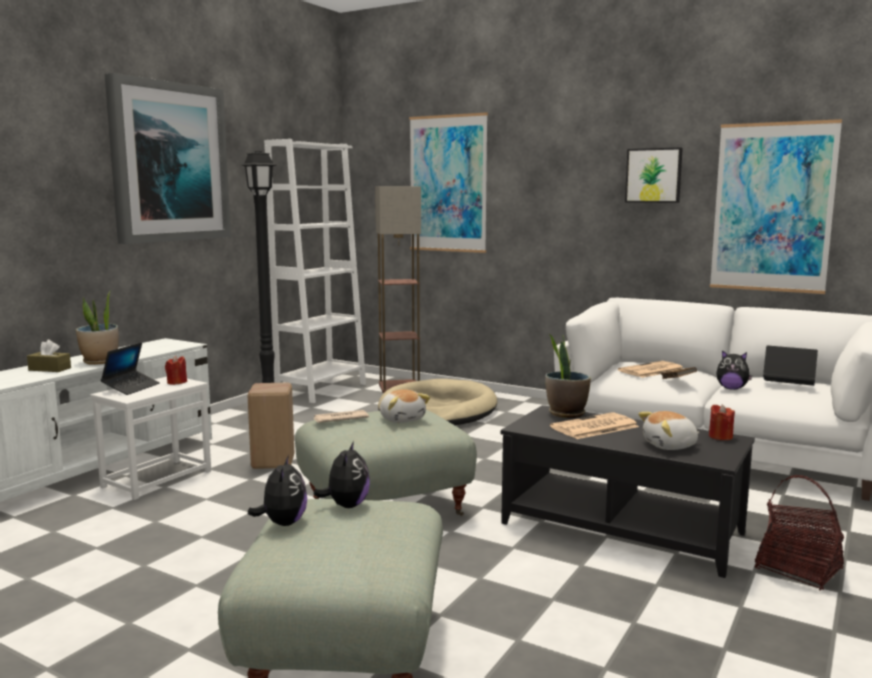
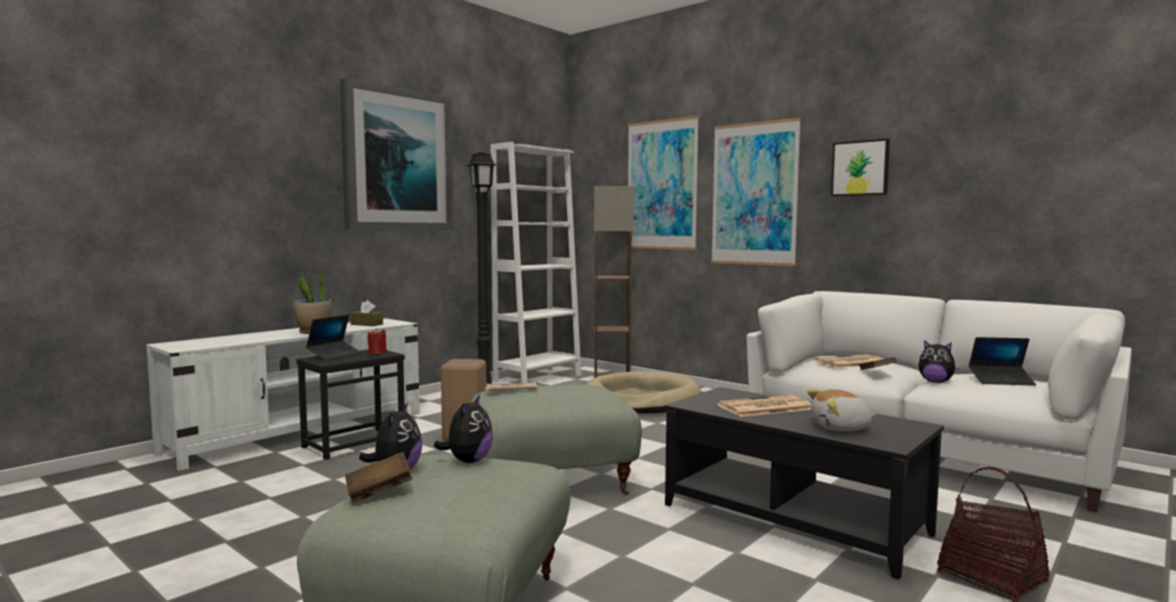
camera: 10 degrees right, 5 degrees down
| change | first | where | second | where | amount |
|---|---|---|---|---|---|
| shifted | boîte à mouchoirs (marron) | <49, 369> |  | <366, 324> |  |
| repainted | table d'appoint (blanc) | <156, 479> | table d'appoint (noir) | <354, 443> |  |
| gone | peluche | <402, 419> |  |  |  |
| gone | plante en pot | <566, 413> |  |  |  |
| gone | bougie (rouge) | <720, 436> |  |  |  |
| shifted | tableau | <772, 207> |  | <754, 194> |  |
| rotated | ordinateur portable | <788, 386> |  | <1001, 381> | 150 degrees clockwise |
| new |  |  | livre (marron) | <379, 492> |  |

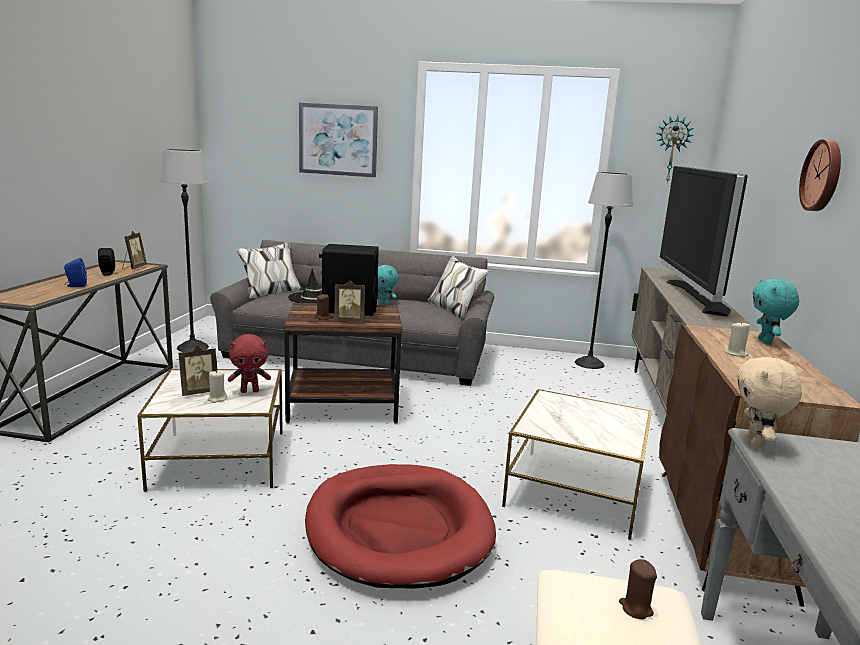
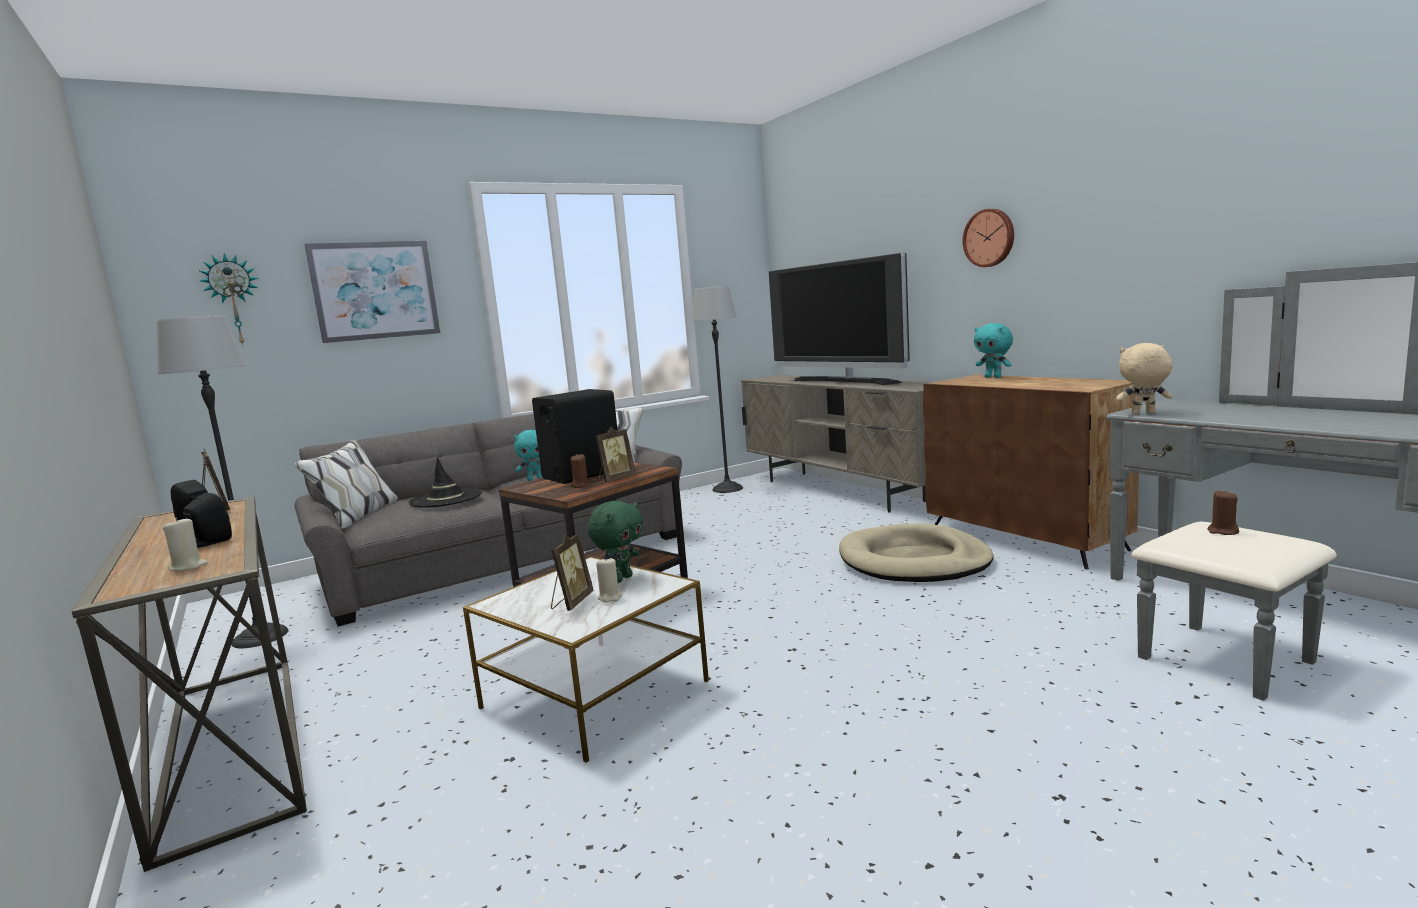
camera: 40 degrees left, 5 degrees down
| change | first | where | second | where | amount |
|---|---|---|---|---|---|
| repainted | enceinte (bleu) | <75, 285> | enceinte (noir) | <209, 543> |  |
| repainted | peluche (rouge) | <250, 391> | peluche (vert) | <621, 579> |  |
| gone | panier pour chien (rouge) | <398, 529> |  |  |  |
| swapped | table d'appoint | <575, 492> | panier pour chien (beige) | <913, 561> |  |
| shifted | horloge murale | <672, 149> |  | <233, 300> |  |
| shifted | bougie (beige) | <736, 354> |  | <188, 567> |  |
| rotated | peluche (beige) | <756, 444> |  | <1143, 414> | 135 degrees clockwise |

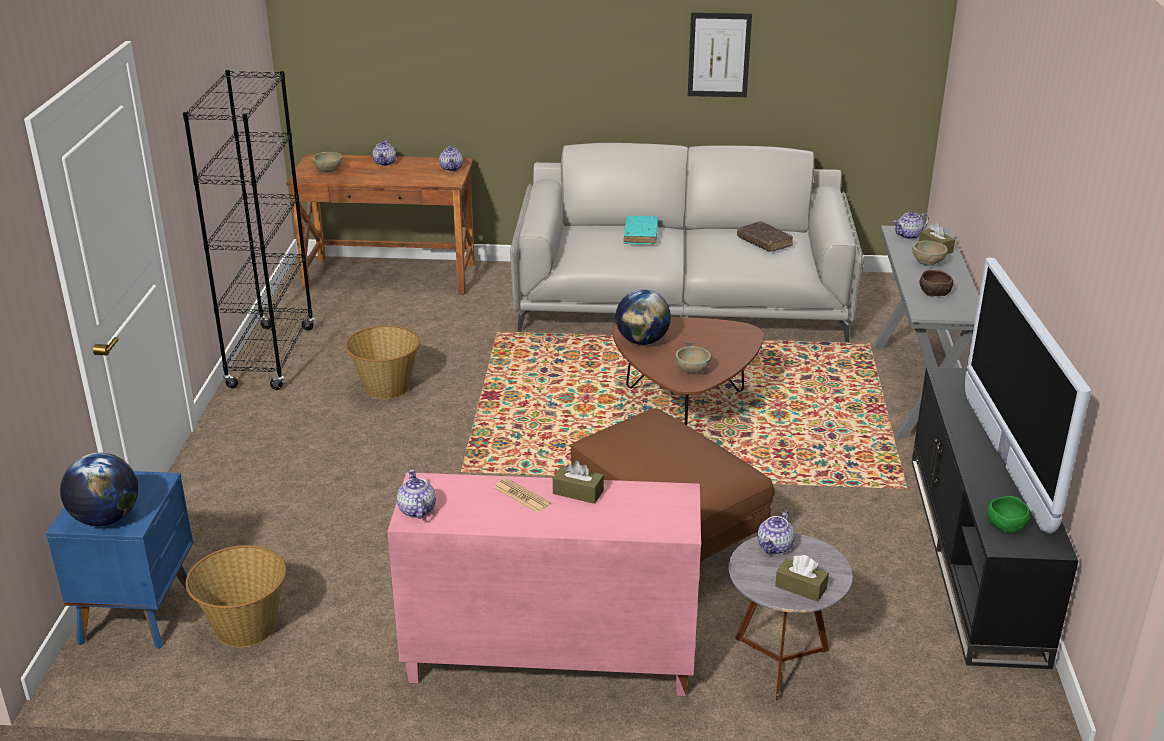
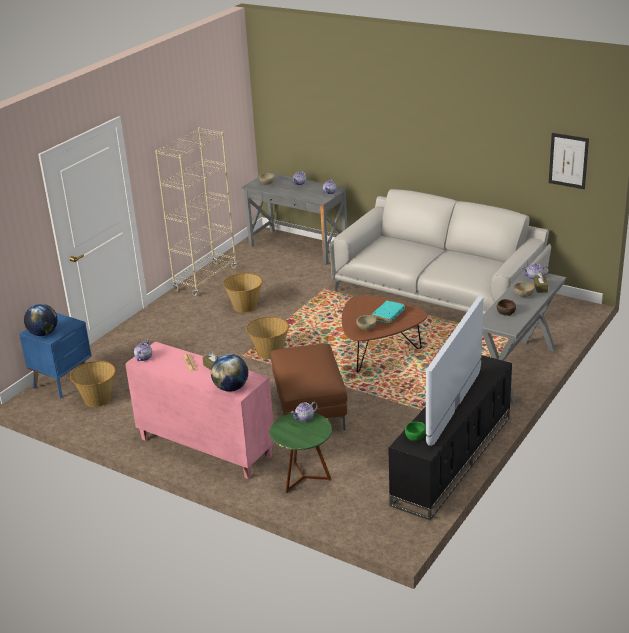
camera: 30 degrees right, 0 degrees up
| change | first | where | second | where | amount |
|---|---|---|---|---|---|
| repainted | bibliothèque (noir) | <271, 357> | bibliothèque (beige) | <206, 279> |  |
| repainted | bureau (marron) | <390, 276> | bureau (gris) | <298, 247> |  |
| shifted | globe | <642, 341> |  | <231, 388> |  |
| shifted | livre (turquoise) | <640, 235> |  | <388, 315> |  |
| shifted | tableau | <719, 55> |  | <568, 160> |  |
| repainted | table d'appoint (gris) | <781, 662> | table d'appoint (vert) | <304, 478> |  |
| gone | livre (marron) | <764, 242> |  |  |  |
| gone | boîte à mouchoirs (marron) | <801, 587> |  |  |  |
| new |  |  | panier | <269, 353> |  |

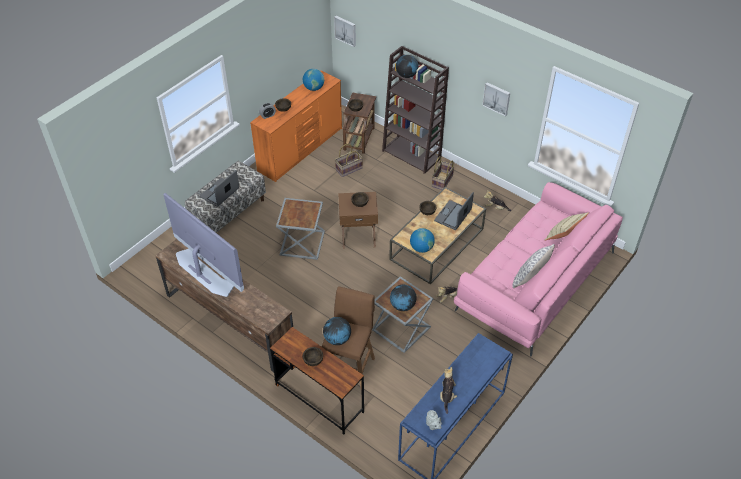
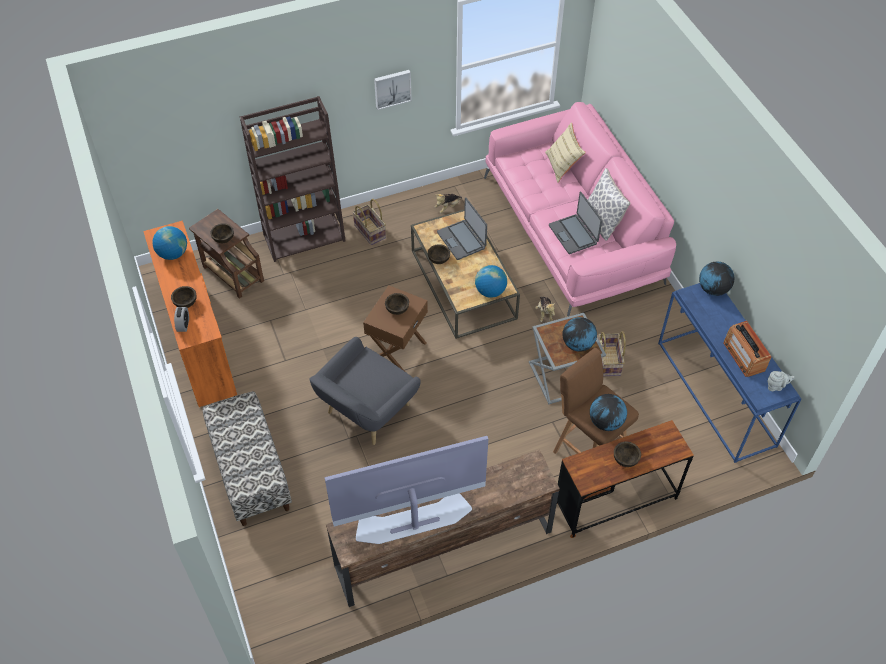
camera: 60 degrees left, 5 degrees up
| change | first | where | second | where | amount |
|---|---|---|---|---|---|
| shifted | ordinateur portable | <220, 193> |  | <573, 234> |  |
| swapped | table d'appoint (gris) | <301, 243> | fauteuil (gris) | <365, 413> |  |
| gone | tableau | <345, 30> |  |  |  |
| shifted | panier | <349, 169> |  | <609, 361> |  |
| shifted | globe | <406, 75> |  | <713, 289> |  |
| swapped | peluche | <447, 395> | radio | <743, 356> |  |

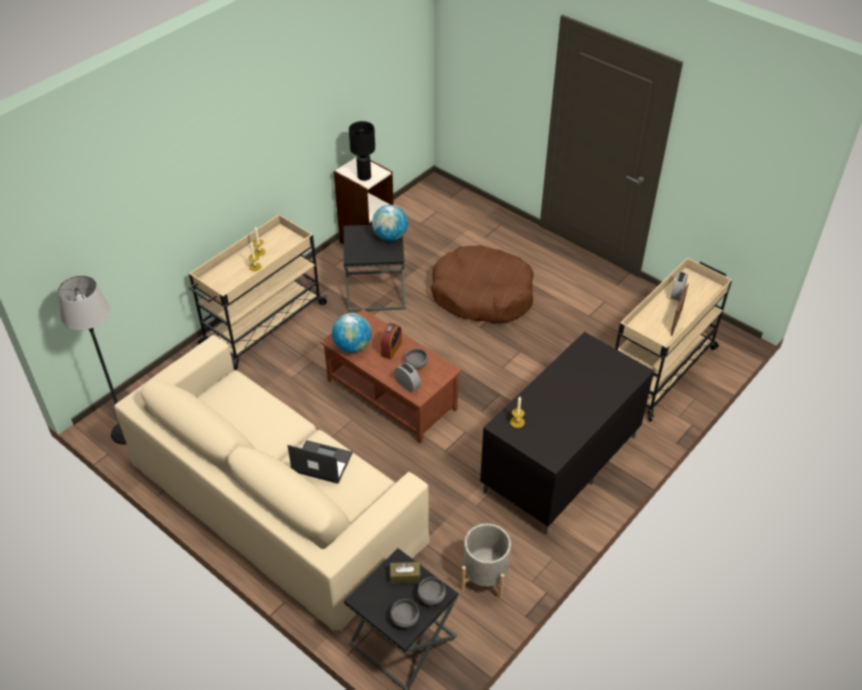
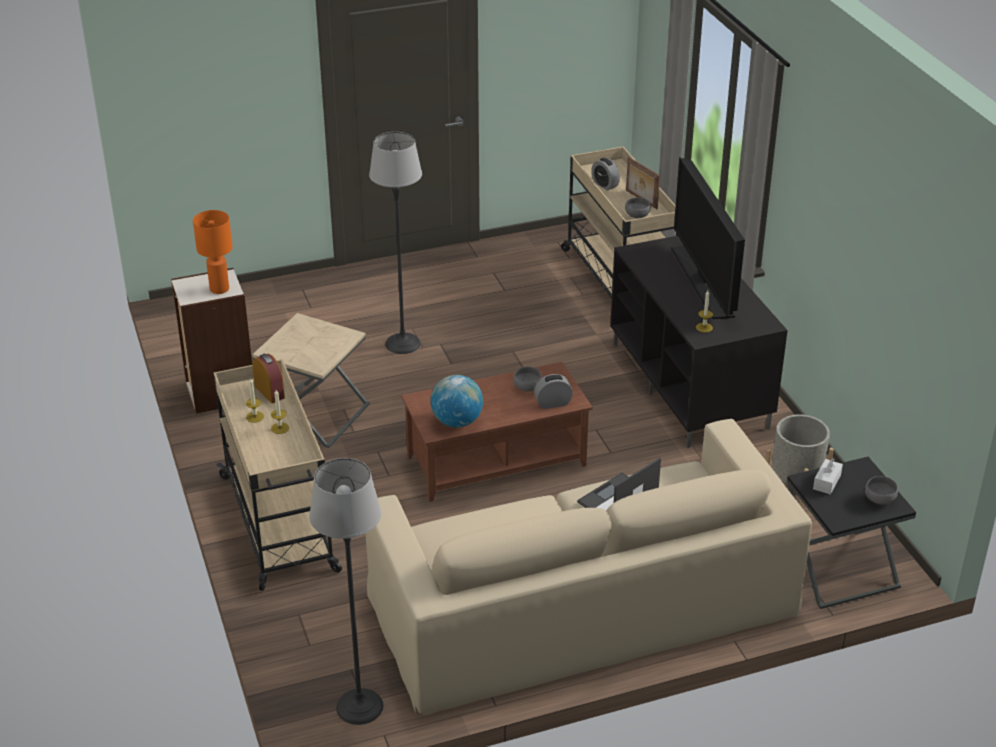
camera: 60 degrees left, 10 degrees down
| change | first | where | second | where | amount |
|---|---|---|---|---|---|
| repainted | table d'appoint (noir) | <376, 291> | table d'appoint (beige) | <315, 415> |  |
| repainted | lampe de table (noir) | <364, 177> | lampe de table (orange) | <220, 289> |  |
| gone | globe | <390, 236> |  |  |  |
| shifted | réveil | <391, 349> |  | <269, 392> |  |
| repainted | boîte à mouchoirs (marron) | <405, 576> | boîte à mouchoirs (blanc) | <826, 482> |  |
| shifted | bol (gris) | <431, 596> |  | <636, 215> |  |
| swapped | panier pour chien (marron) | <482, 295> | lampadaire | <403, 343> |  |
| new |  |  | téléviseur | <703, 282> |  |

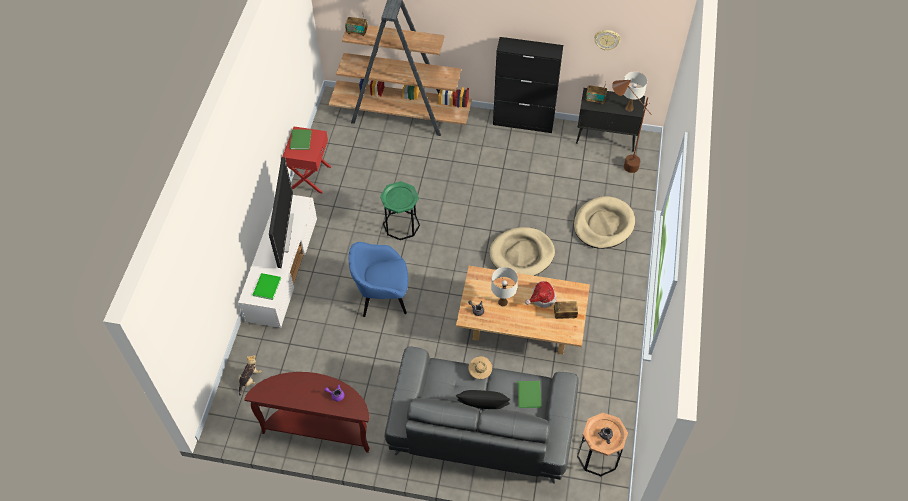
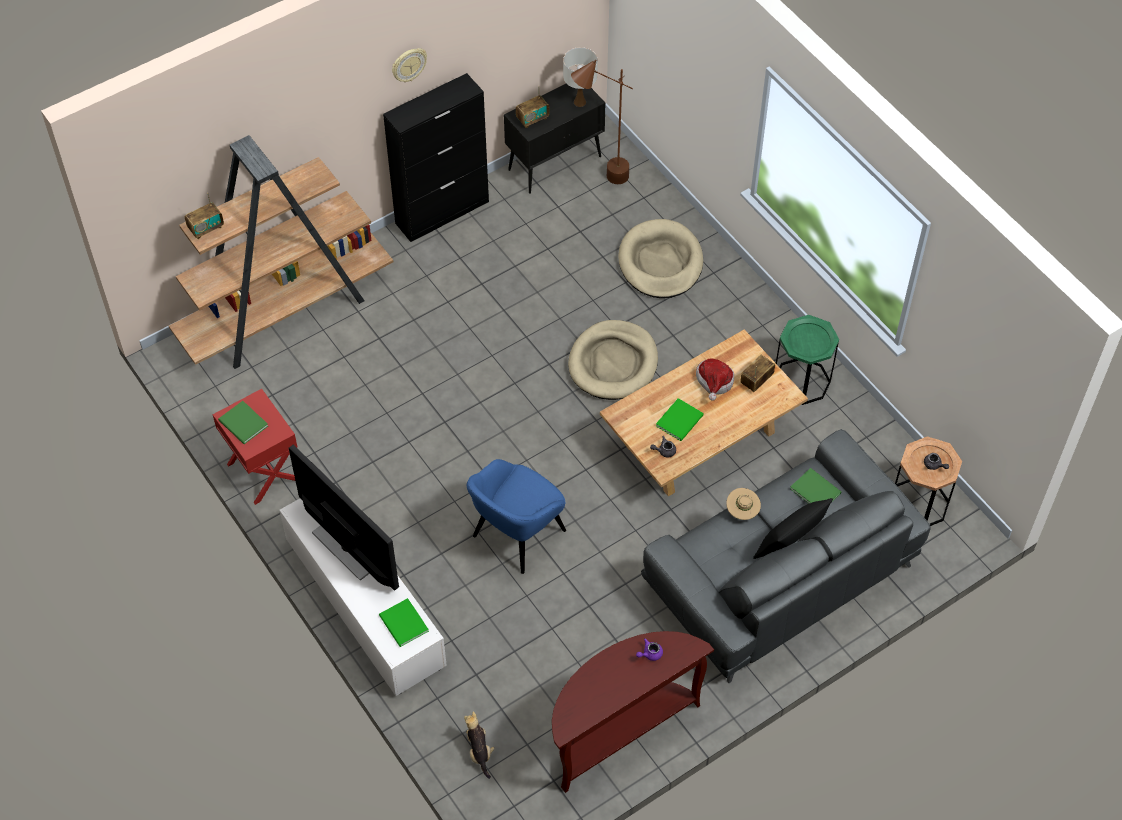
camera: 45 degrees left, 0 degrees up
| change | first | where | second | where | amount |
|---|---|---|---|---|---|
| shifted | table d'appoint (vert) | <401, 225> |  | <801, 381> |  |
| swapped | lampe de table (blanc) | <503, 302> | livre (vert) | <681, 420> |  |
| shifted | horloge murale | <607, 39> |  | <408, 64> |  |

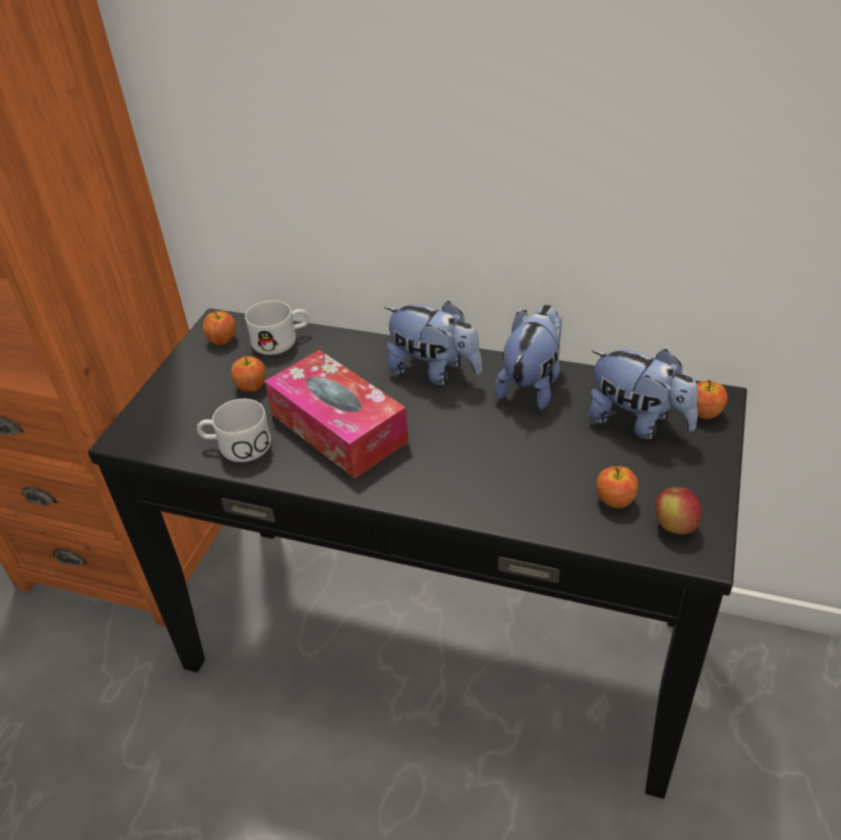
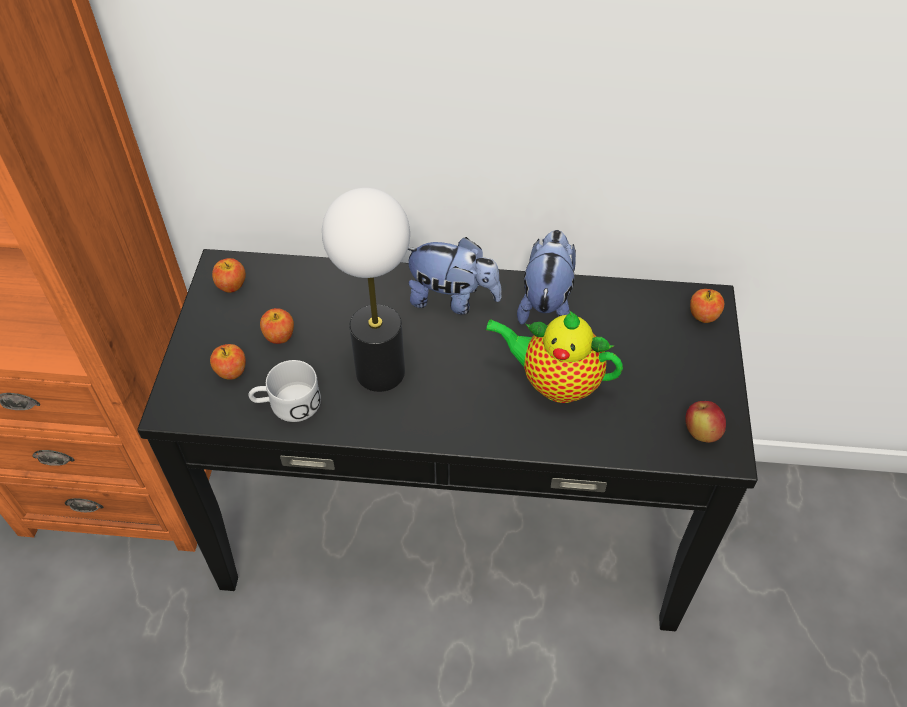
camera: 15 degrees left, 10 degrees up
| change | first | where | second | where | amount |
|---|---|---|---|---|---|
| gone | mug (blanc) | <282, 340> |  |  |  |
| swapped | boîte à mouchoirs | <338, 428> | lampe de table | <379, 372> |  |
| gone | peluche | <637, 422> |  |  |  |
| shifted | pomme | <614, 500> |  | <231, 371> |  |
| new |  |  | théière | <555, 382> |  |

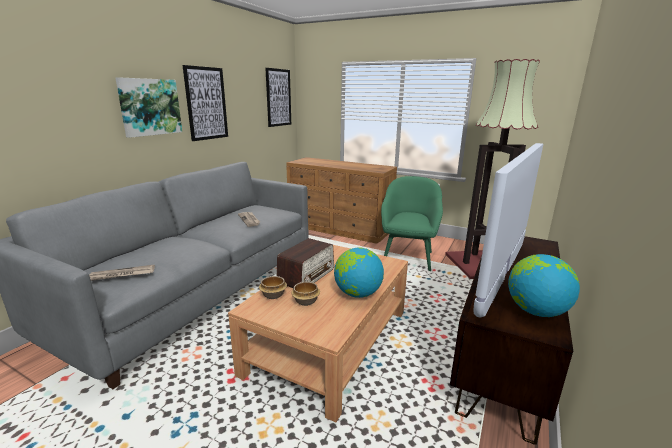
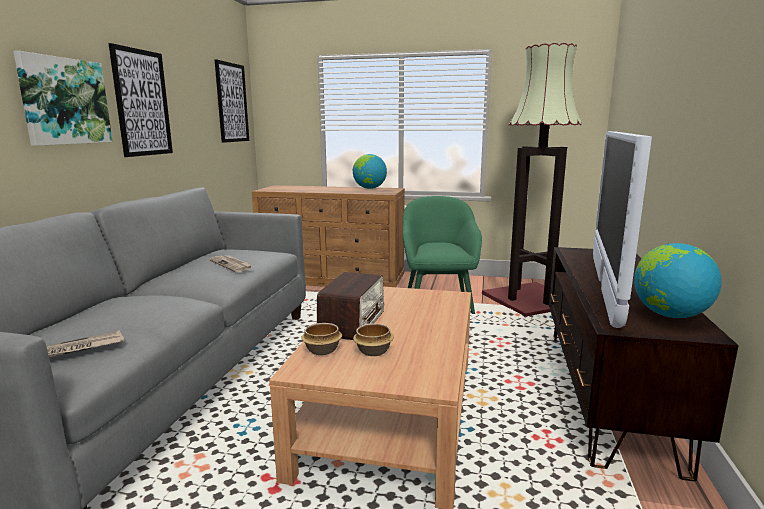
camera: 15 degrees left, 5 degrees down
| change | first | where | second | where | amount |
|---|---|---|---|---|---|
| shifted | globe | <357, 293> |  | <369, 188> |  |

